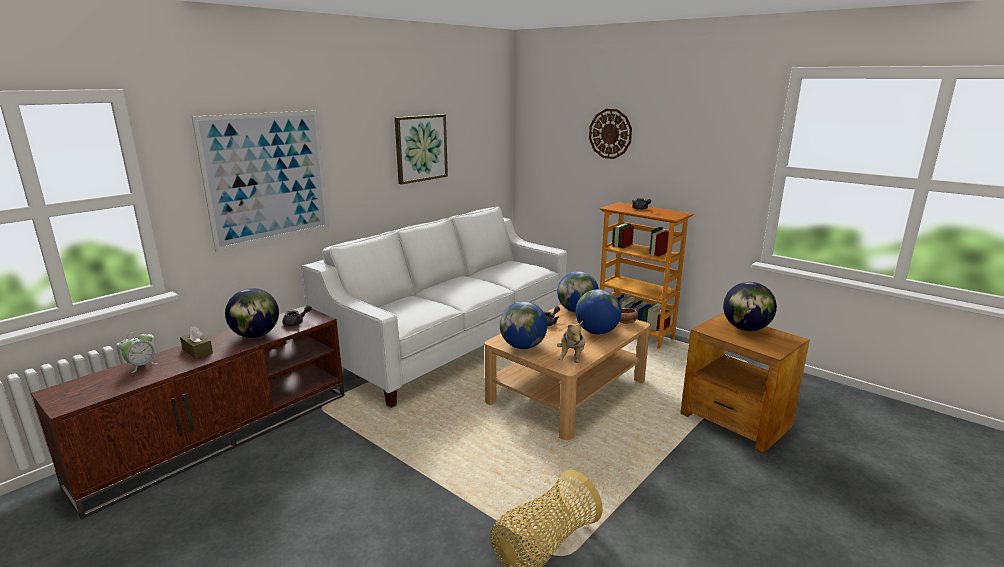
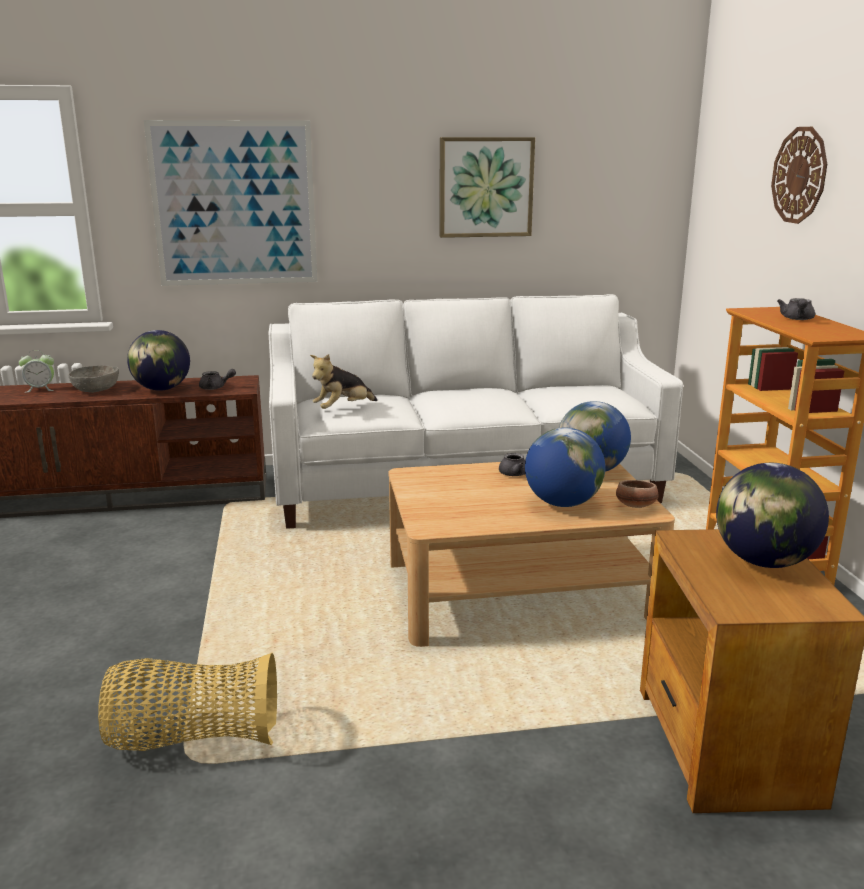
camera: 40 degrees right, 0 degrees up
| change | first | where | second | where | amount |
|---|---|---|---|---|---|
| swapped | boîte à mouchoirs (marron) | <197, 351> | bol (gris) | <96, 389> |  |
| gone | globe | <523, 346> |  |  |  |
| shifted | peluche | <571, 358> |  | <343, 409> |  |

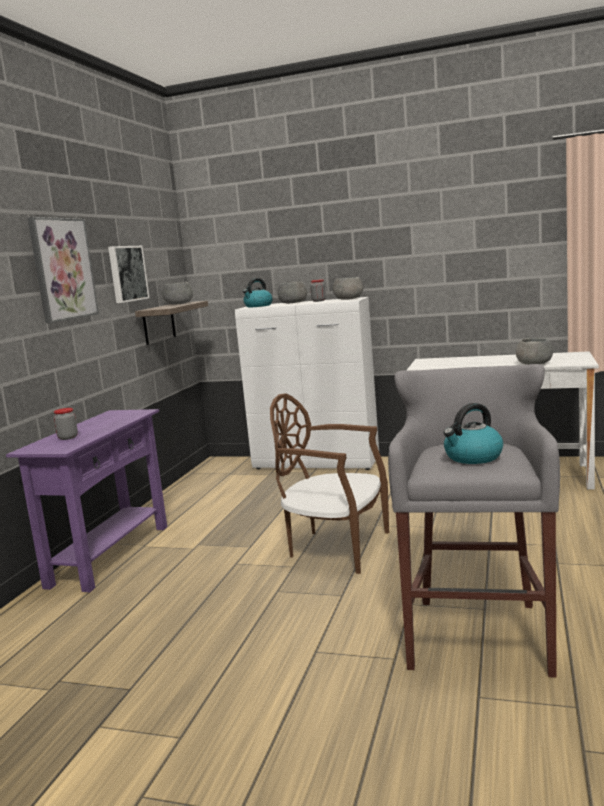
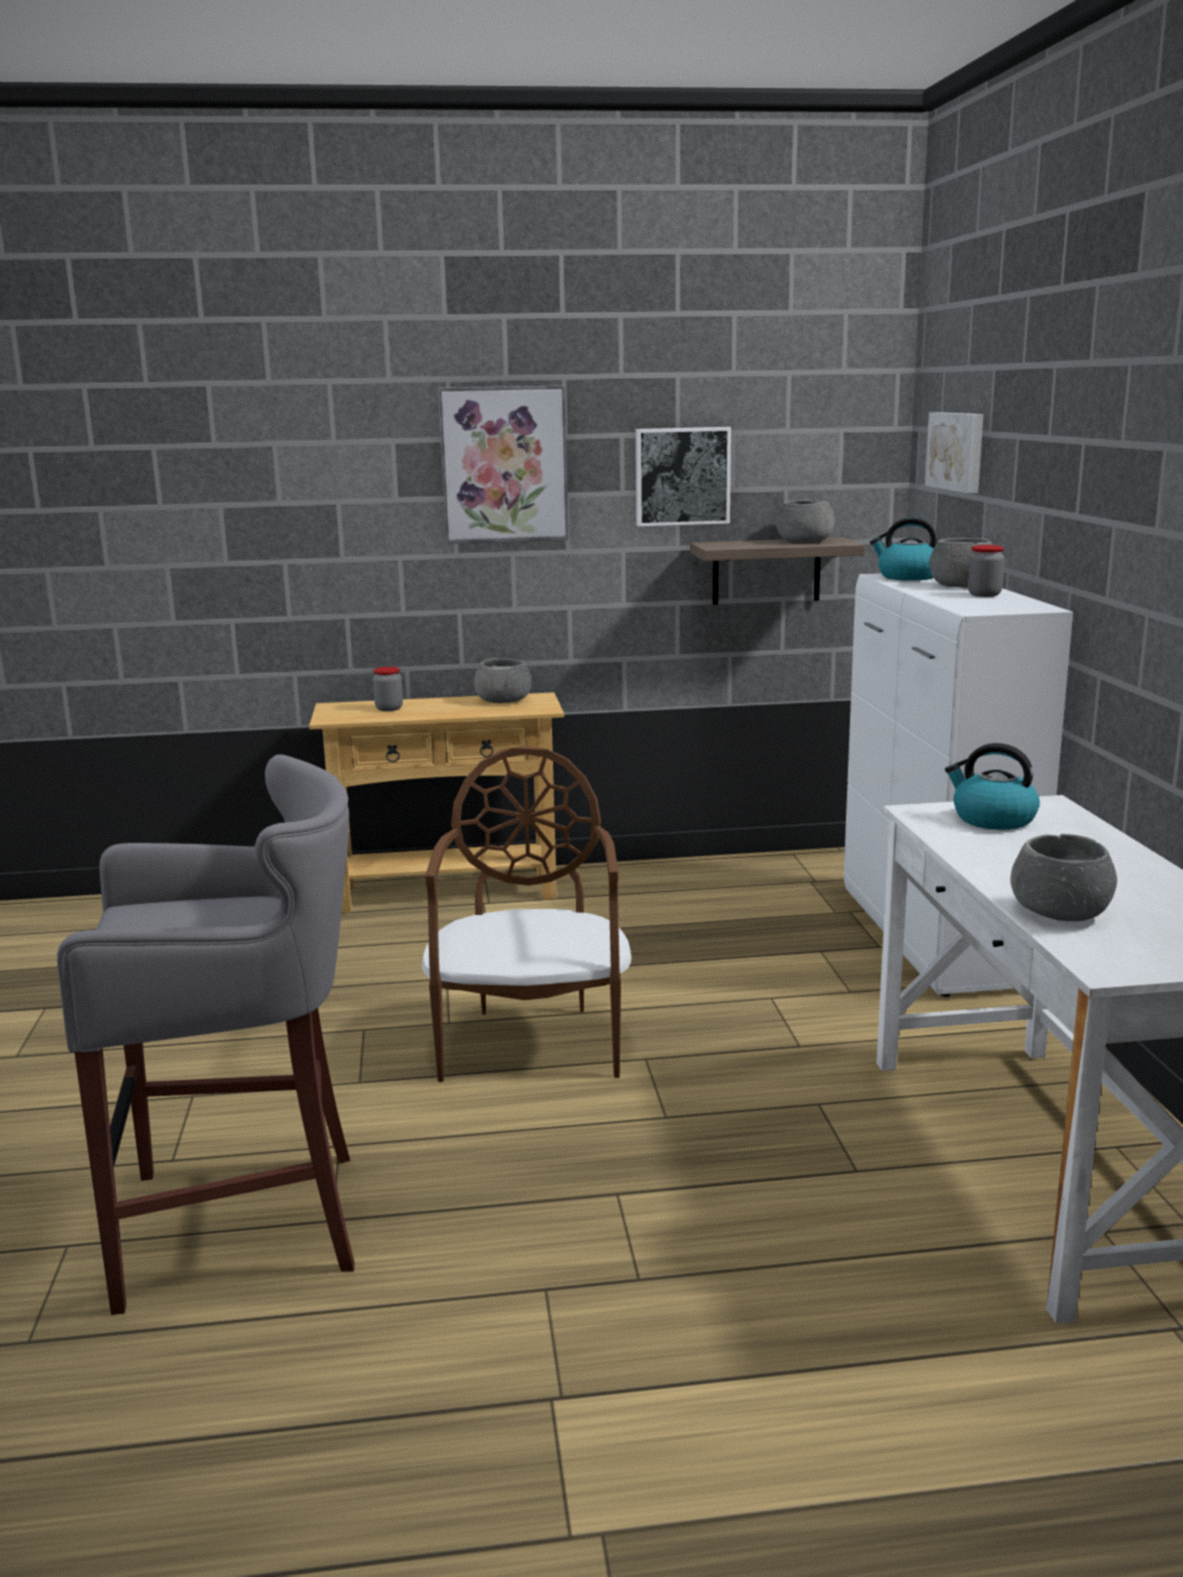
camera: 65 degrees right, 5 degrees up
| change | first | where | second | where | amount |
|---|---|---|---|---|---|
| repainted | table console (violet) | <110, 555> | table console (beige) | <447, 892> |  |
| shifted | bol (gris) | <348, 299> |  | <503, 700> |  |
| shifted | bouilloire | <473, 457> |  | <992, 819> |  |
| new |  |  | tableau | <958, 451> |  |

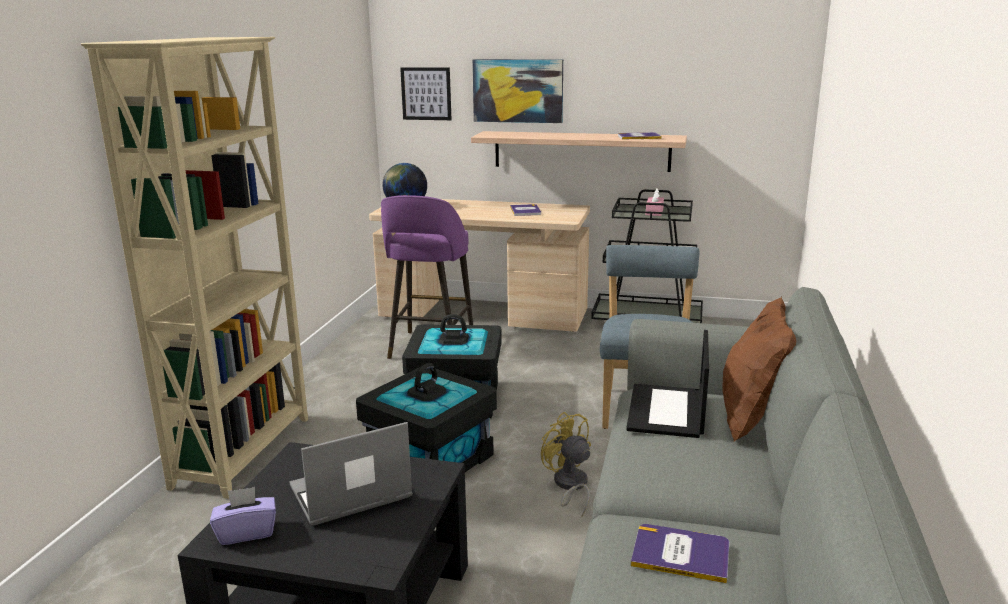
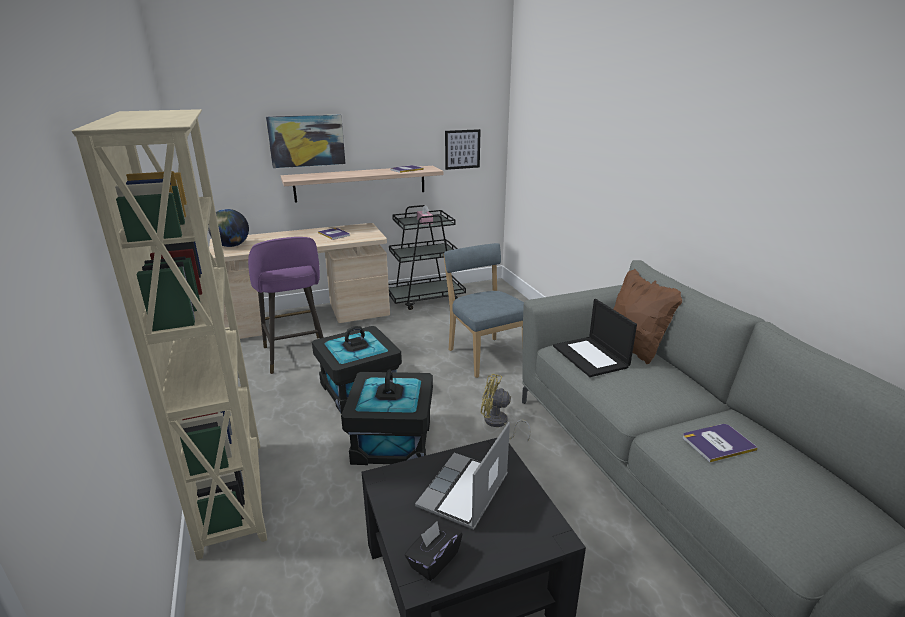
camera: 35 degrees left, 5 degrees up
| change | first | where | second | where | amount |
|---|---|---|---|---|---|
| repainted | boîte à mouchoirs (violet) | <246, 532> | boîte à mouchoirs (noir) | <433, 560> |  |
| shifted | tableau | <426, 93> |  | <462, 149> |  |

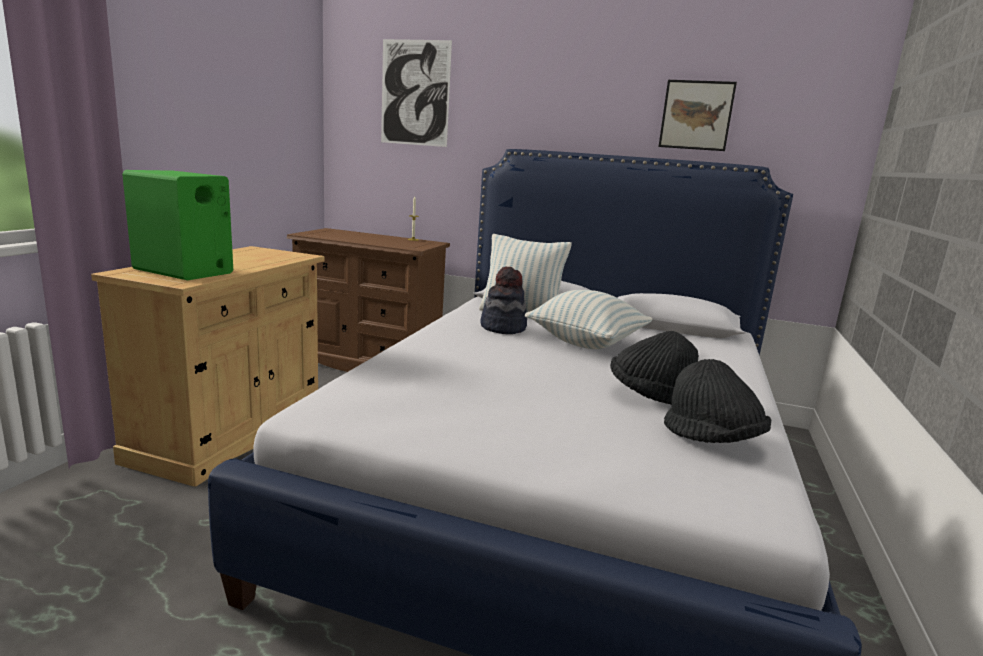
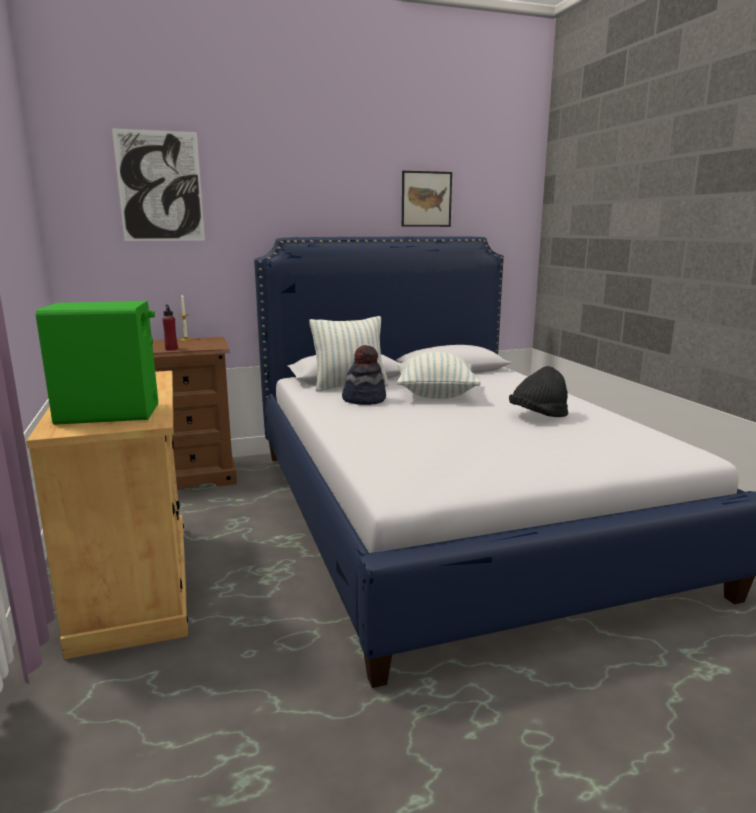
camera: 35 degrees left, 0 degrees up
| change | first | where | second | where | amount |
|---|---|---|---|---|---|
| gone | chapeau (noir) | <711, 440> |  |  |  |
| new |  |  | bouteille (rouge) | <171, 349> |  |

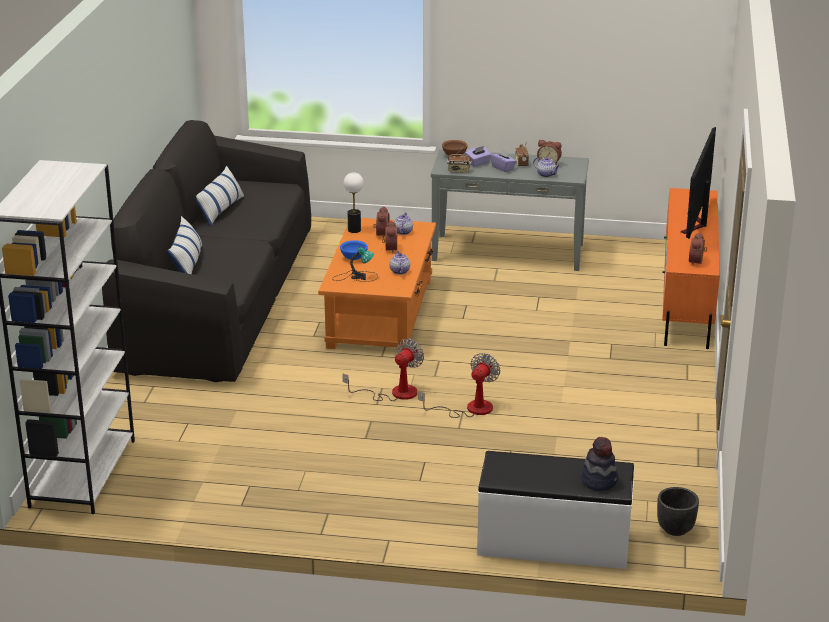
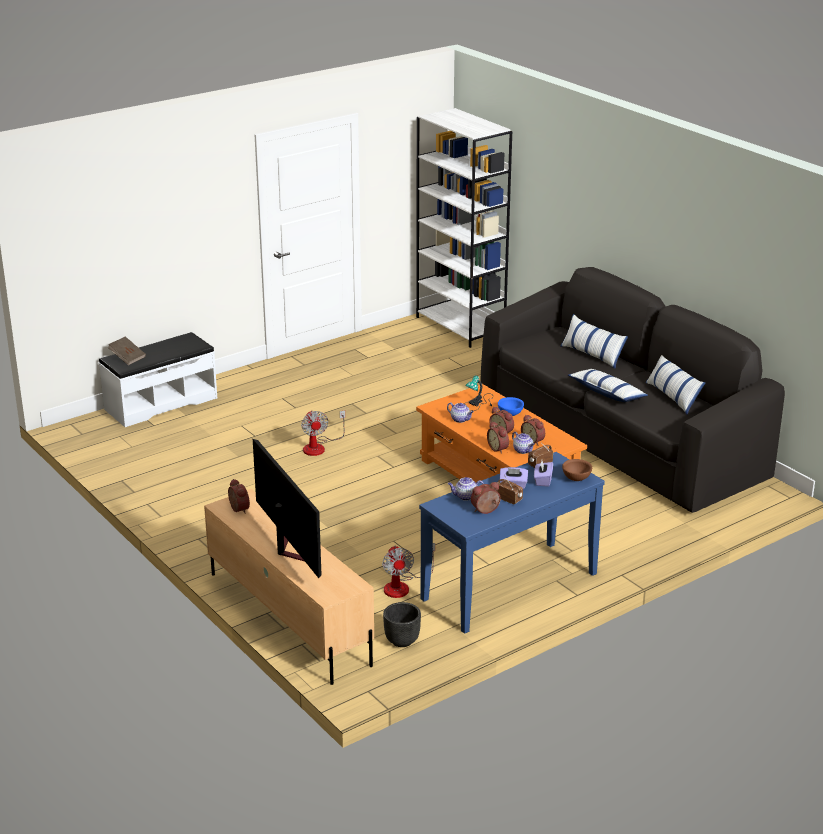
camera: 135 degrees right, 0 degrees up
| change | first | where | second | where | amount |
|---|---|---|---|---|---|
| shifted | ventilateur | <394, 393> |  | <402, 586> |  |
| gone | lampe de table | <354, 230> |  |  |  |
| repainted | table console (gris) | <508, 252> | table console (bleu) | <510, 586> |  |
| swapped | chapeau | <599, 480> | livre (marron) | <127, 358> |  |
| shifted | cache-pot (noir) | <675, 529> |  | <402, 640> |  |
| repainted | meuble télé (orange) | <686, 299> | meuble télé (beige) | <288, 617> |  |
| new |  |  | réveil | <499, 448> |  |
| new |  |  | coussin | <607, 393> |  |

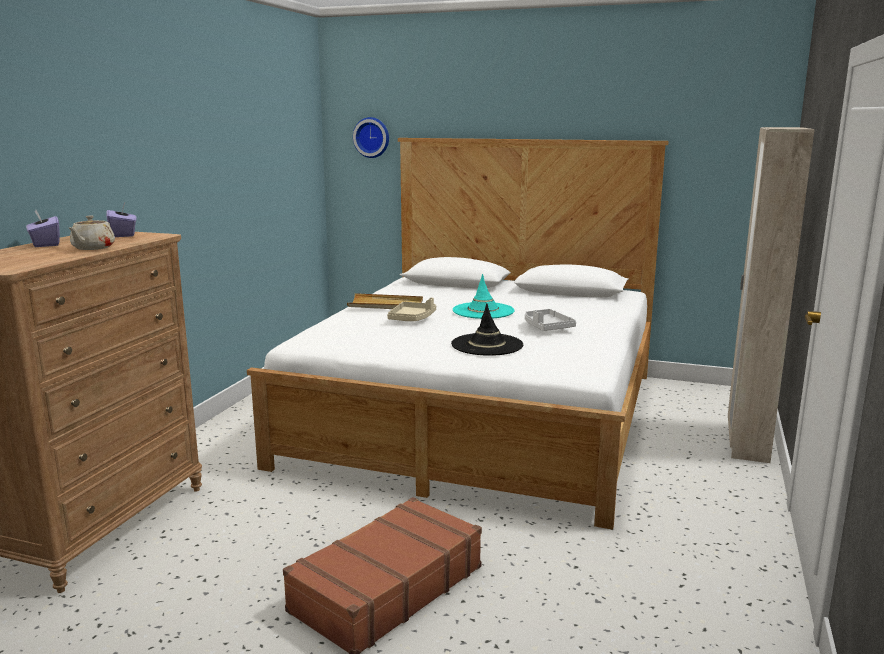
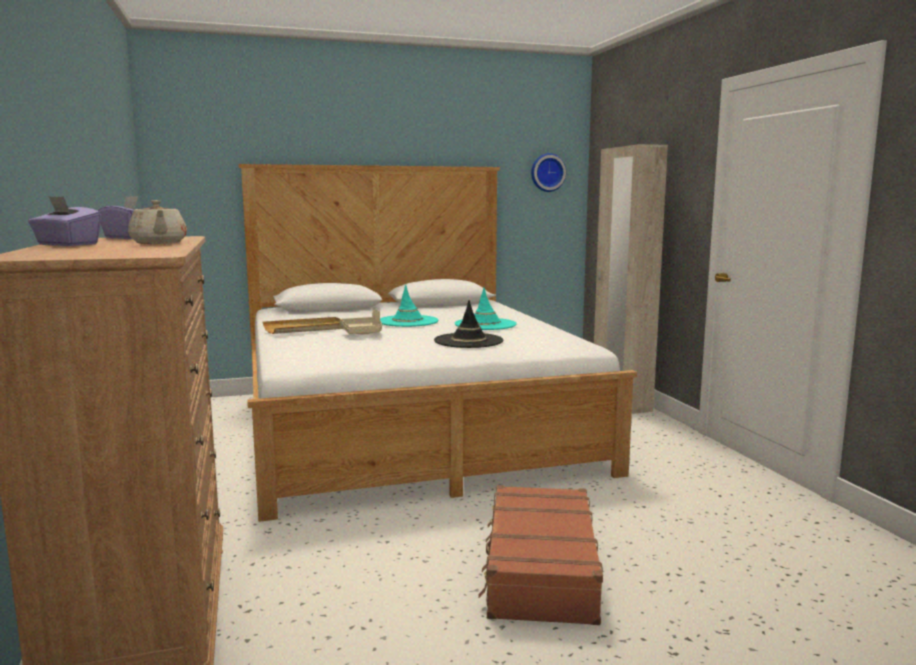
camera: 35 degrees left, 5 degrees down
| change | first | where | second | where | amount |
|---|---|---|---|---|---|
| shifted | horloge murale | <372, 137> |  | <547, 172> |  |
| swapped | plateau (gris) | <546, 327> | chapeau (turquoise) | <485, 324> |  |

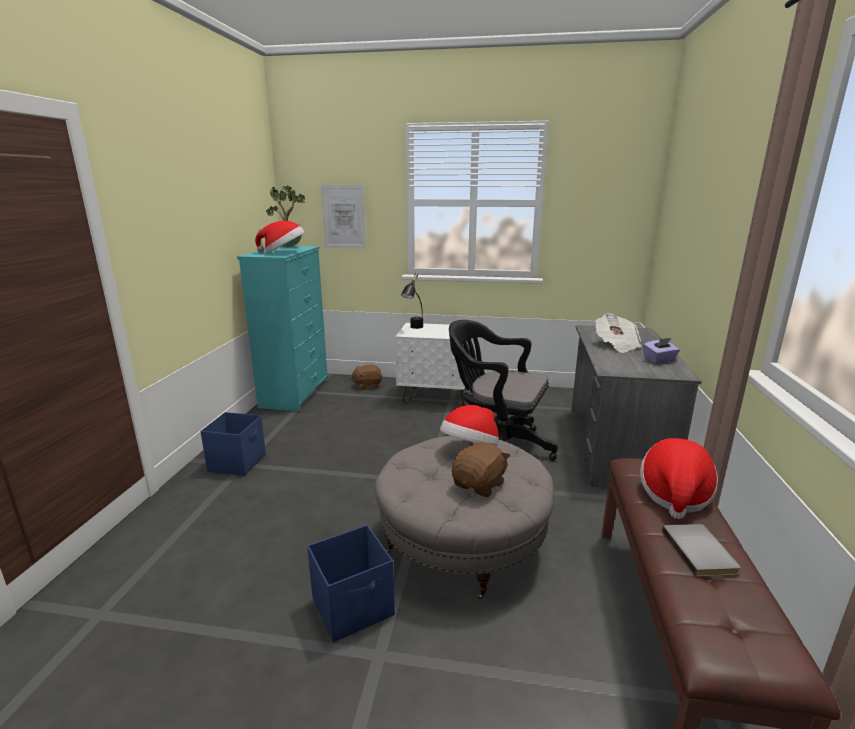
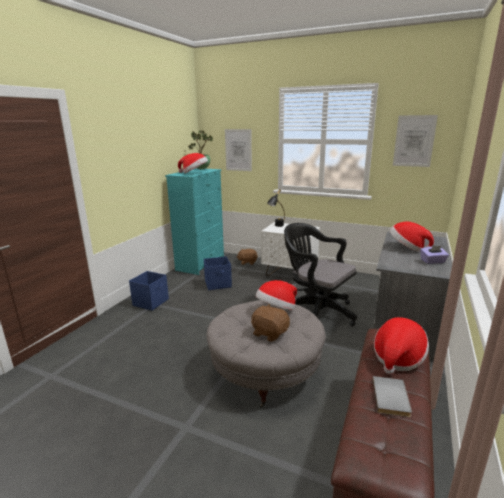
camera: 15 degrees right, 0 degrees up
| change | first | where | second | where | amount |
|---|---|---|---|---|---|
| shifted | boîte de rangement (bleu) | <354, 607> |  | <218, 284> |  |
| rotated | peluche (marron) | <479, 485> |  | <270, 333> | 105 degrees counterclockwise |
| swapped | journal | <616, 345> | chapeau | <407, 248> |  |
| new |  |  | tableau | <414, 141> |  |

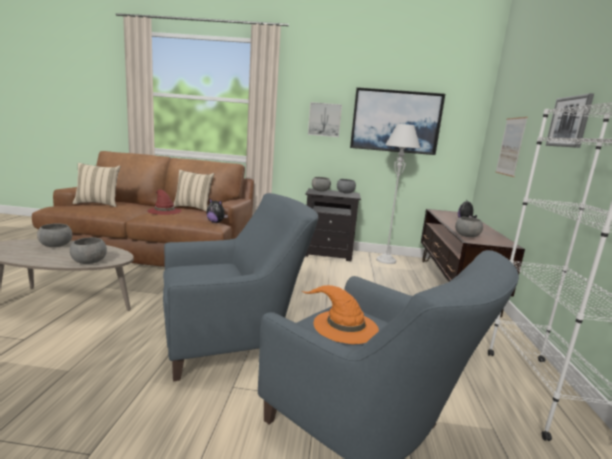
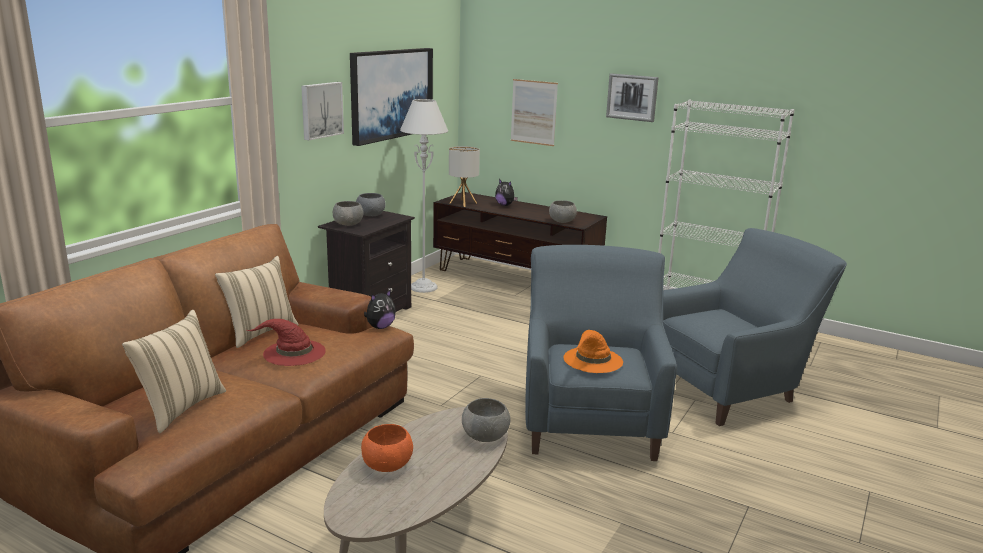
camera: 65 degrees left, 5 degrees up
| change | first | where | second | where | amount |
|---|---|---|---|---|---|
| repainted | bol (gris) | <56, 245> | bol (orange) | <387, 465> |  |
| shifted | chapeau (orange) | <344, 326> |  | <593, 360> |  |
| new |  |  | lampe de table | <463, 203> |  |

